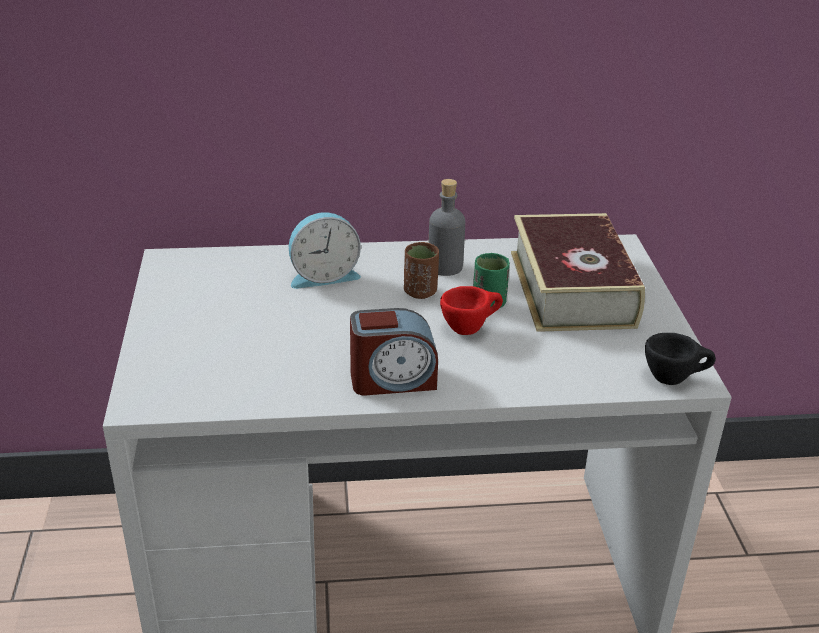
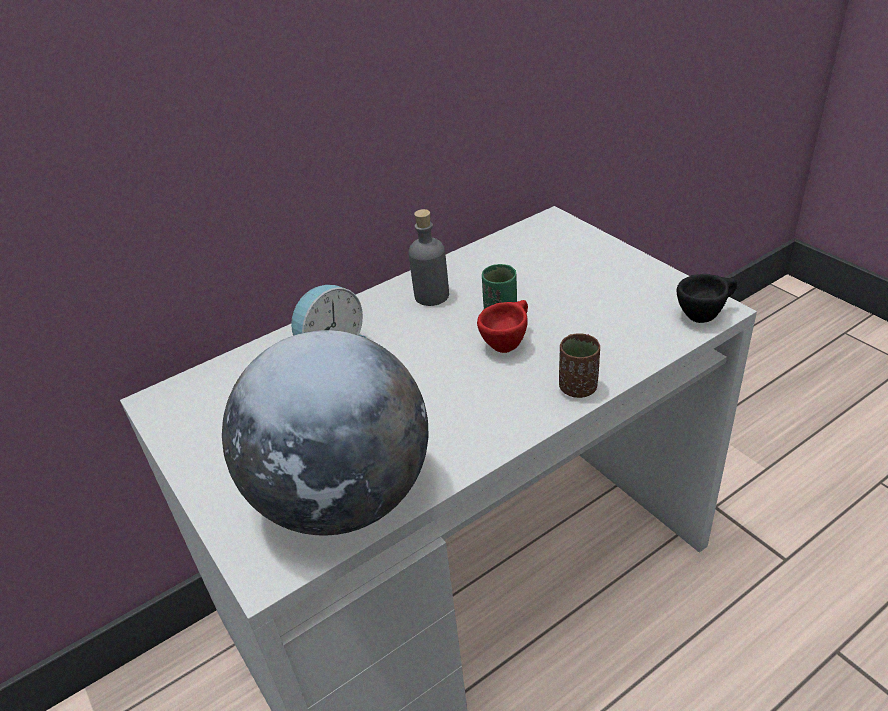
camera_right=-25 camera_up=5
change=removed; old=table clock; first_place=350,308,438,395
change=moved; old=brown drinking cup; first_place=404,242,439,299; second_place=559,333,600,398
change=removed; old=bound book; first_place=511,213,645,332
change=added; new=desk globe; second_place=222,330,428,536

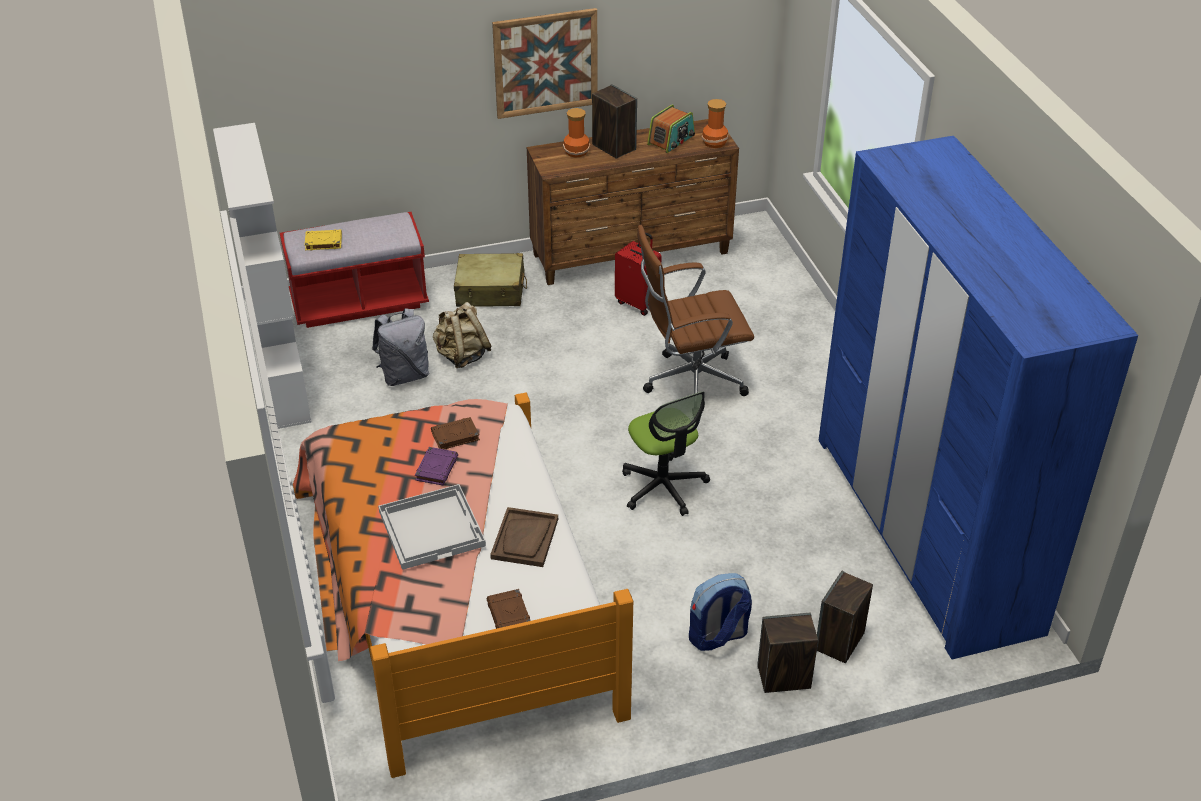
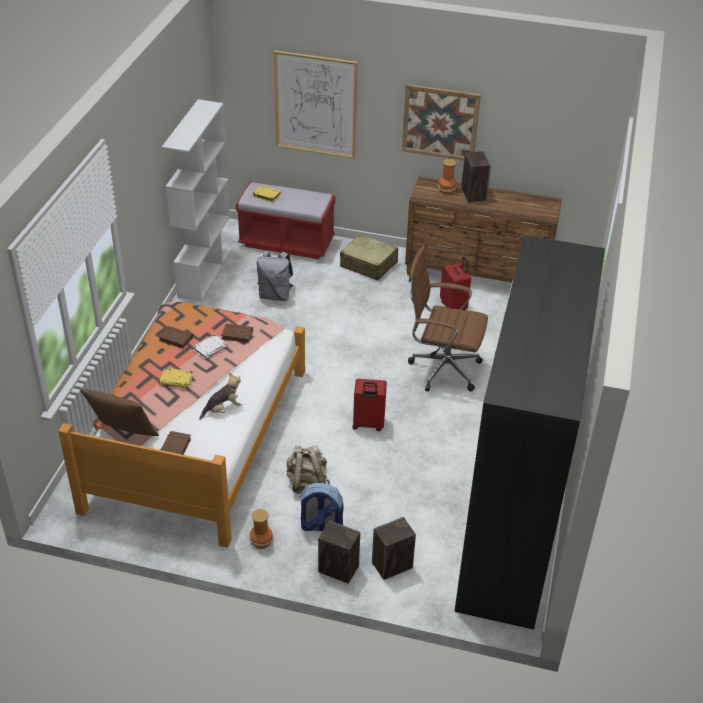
camera_right=30 camera_up=0
change=replaced; old=white carrying tray; new=yellow-coloured bound book; first_place=378,484,486,570; second_place=159,368,194,388
change=recoloured; old=purple bound book; new=white bound book; first_place=415,447,458,485; second_place=193,334,228,359
change=moved; old=beige-coloured knapsack; first_place=433,302,491,368; second_place=286,445,330,494
change=replaced; old=brown carrying tray; new=soft toy; first_place=490,507,558,567; second_place=199,373,241,420
change=replaced; old=office chair; new=red piece of luggage; first_place=622,391,710,516; second_place=352,379,387,431
change=removed; old=radio set; first_place=647,105,695,153
change=moved; old=vase; first_place=702,99,729,148; second_place=249,509,274,549
change=recoloured; old=blue clothes cupboard; new=black-coloured clothes cupboard; first_place=818,136,1138,659; second_place=455,235,605,630
change=added; new=brown throw pillow; second_place=80,389,159,436
change=added; new=brown bound book; second_place=159,326,193,349
change=added; new=wall art; second_place=274,50,358,158

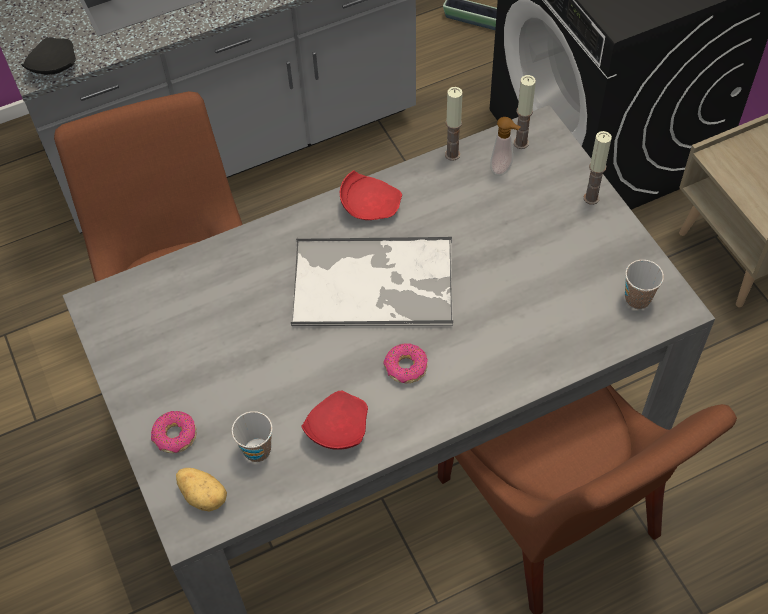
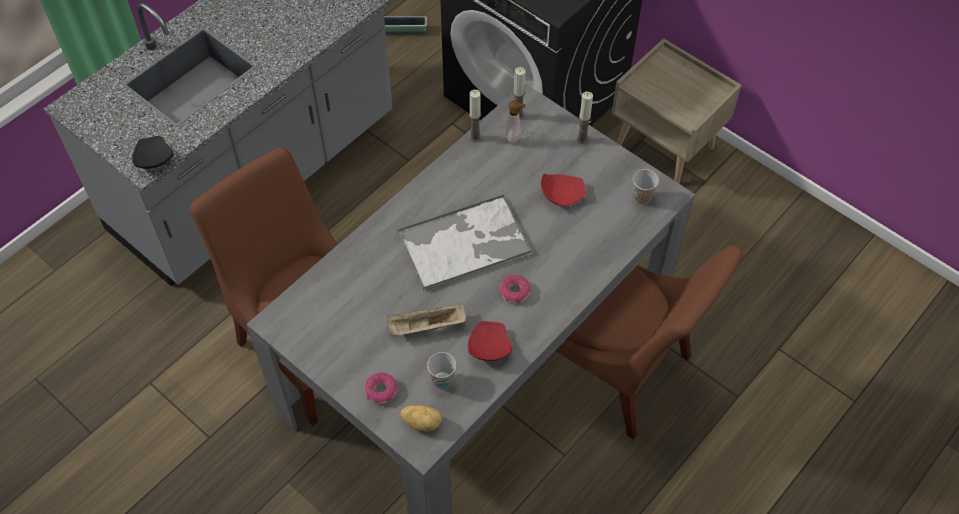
camera_right=-25 camera_up=0
change=moved; old=red flat dish; first_place=340,171,402,220; second_place=541,173,586,206
change=added; new=beige-coloured carrying tray; second_place=386,304,466,336

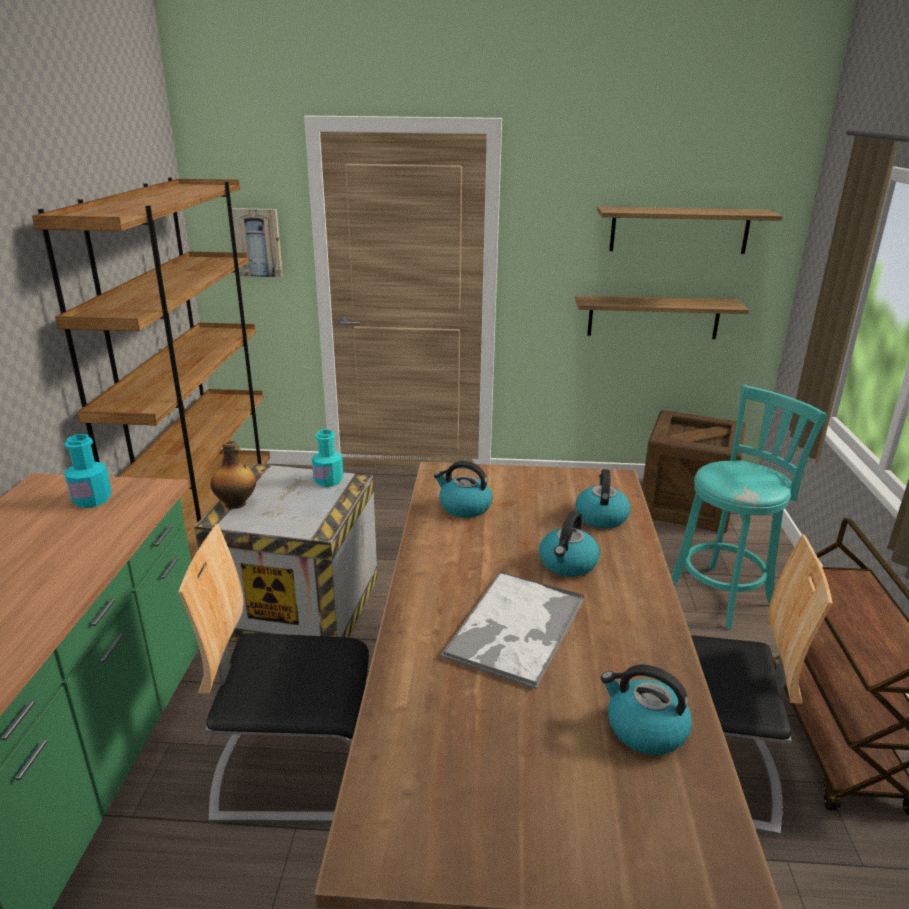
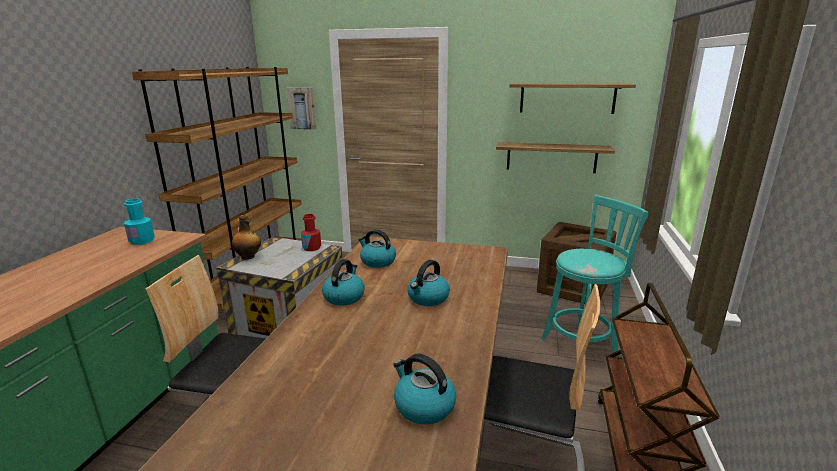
camera_right=10 camera_up=-5
change=recoloured; old=turquoise drink bottle; new=red drink bottle; first_place=312,429,343,487; second_place=301,214,321,251
change=removed; old=carrying tray; first_place=441,571,584,690
change=moved; old=tea kettle; first_place=575,469,631,529; second_place=322,259,365,306

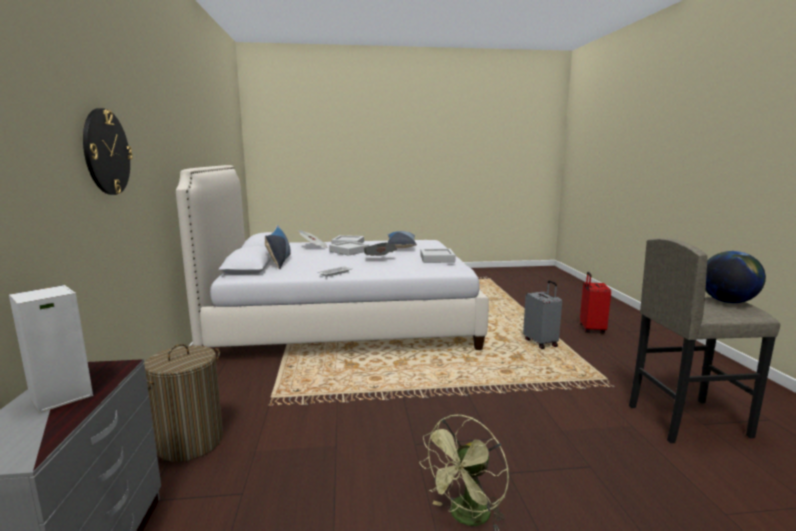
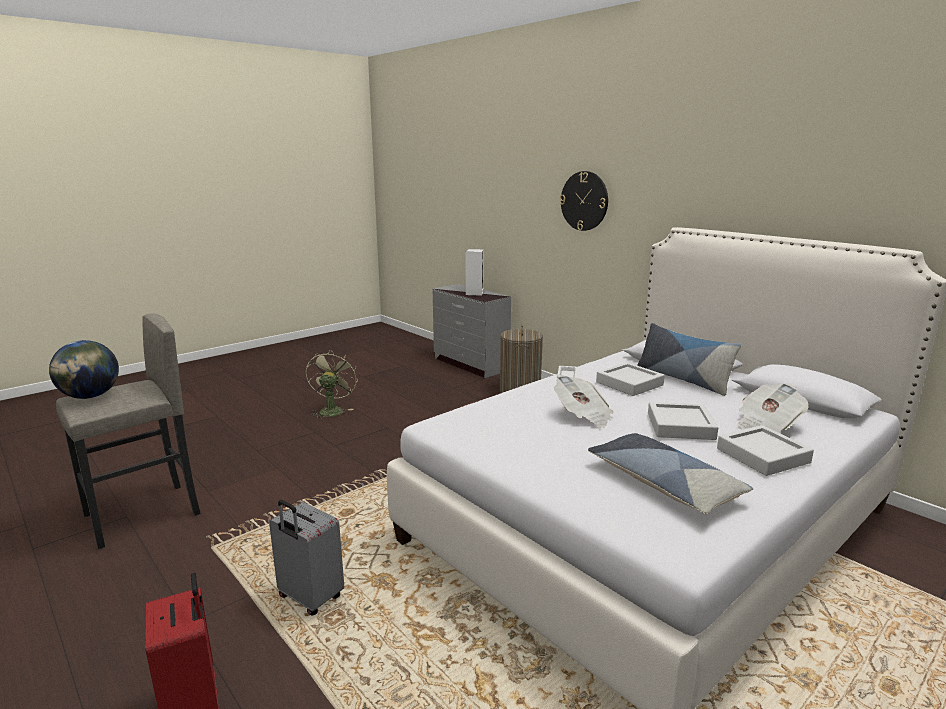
camera_right=145 camera_up=5
change=moved; old=grey carrying tray; first_place=420,248,456,263; second_place=596,362,665,396

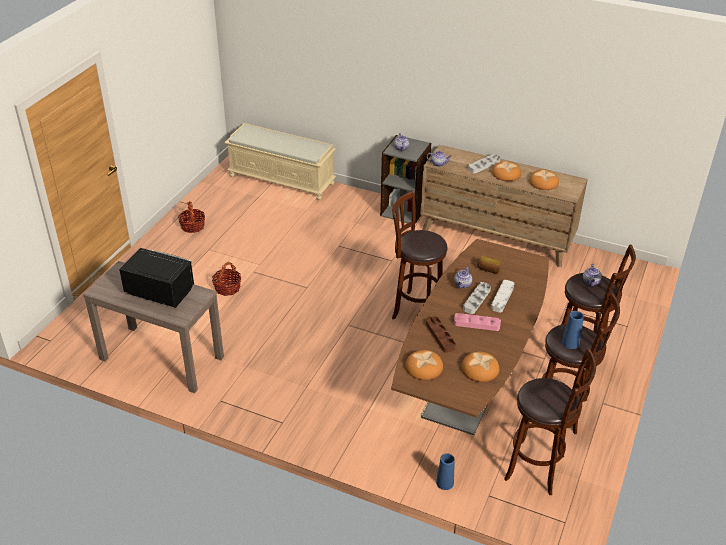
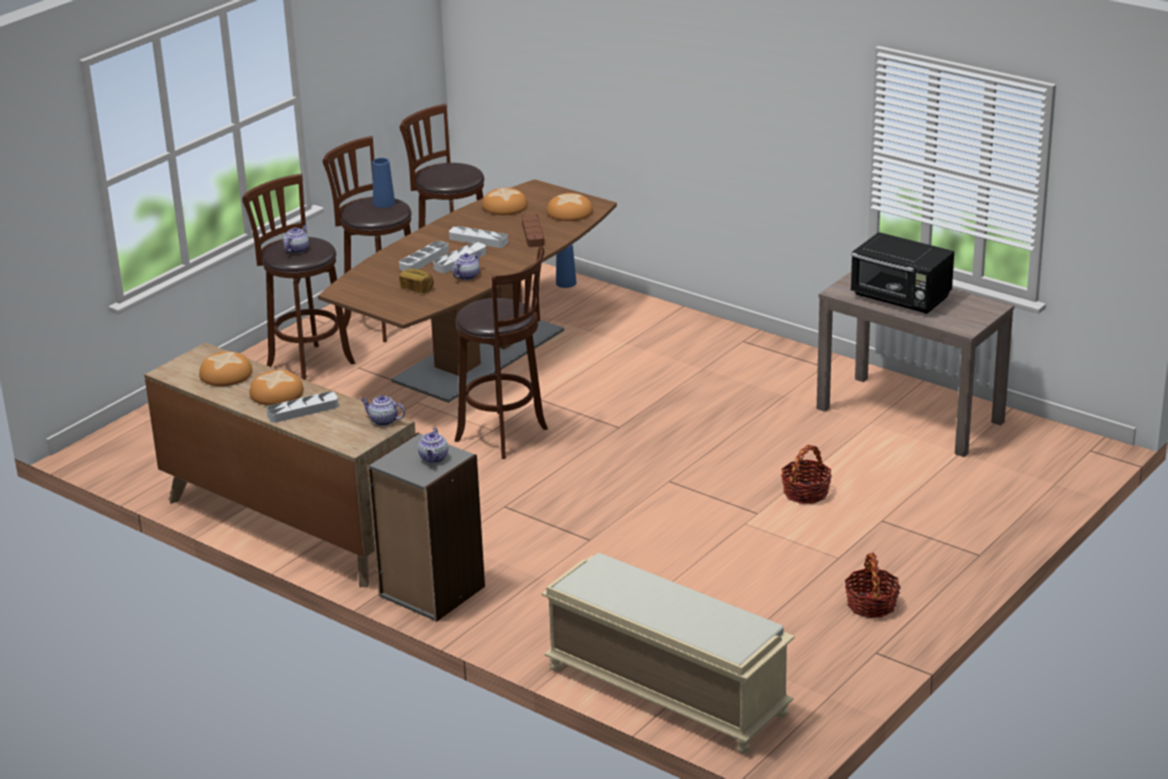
camera_right=-165 camera_up=-10
change=recoloured; old=pink-coloured carrying tray; new=grey carrying tray; first_place=454,313,501,331; second_place=449,226,508,248

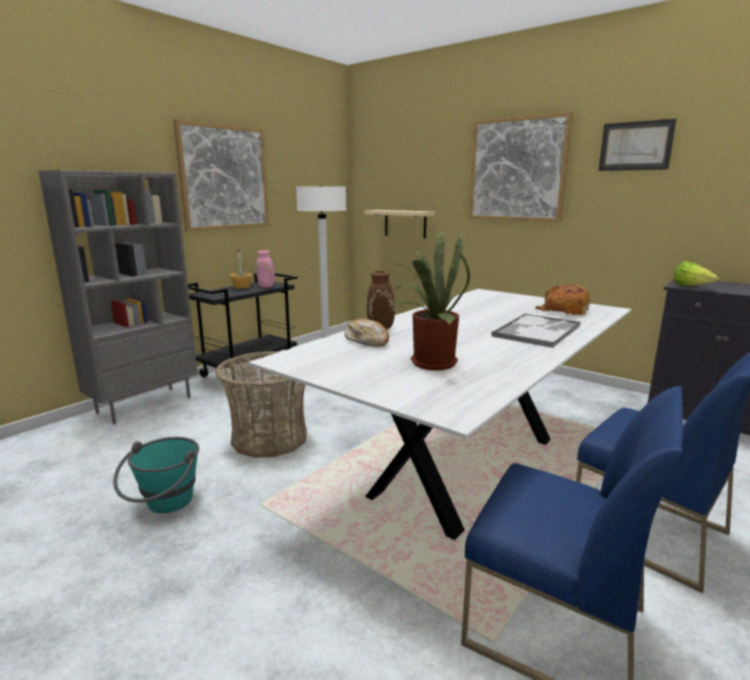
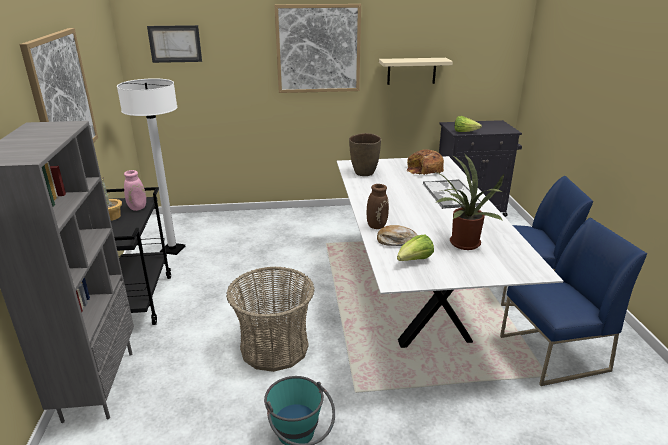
camera_right=-45 camera_up=10
change=moved; old=beige-coloured bracket shelf; first_place=365,210,435,238; second_place=379,58,453,85
change=moved; old=wall art; first_place=598,119,676,171; second_place=147,25,202,63
change=added; new=brown vase; second_place=349,133,381,176
change=added; new=lettuce; second_place=397,235,434,261

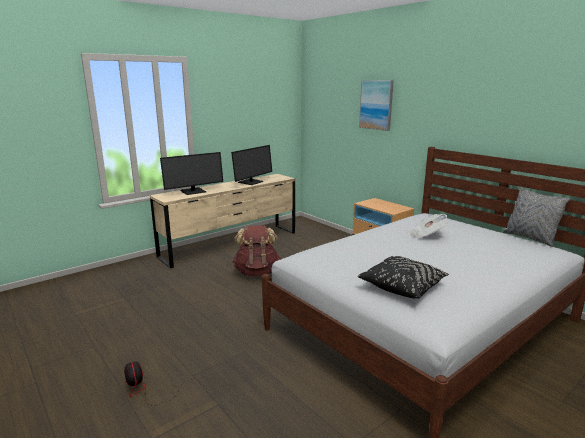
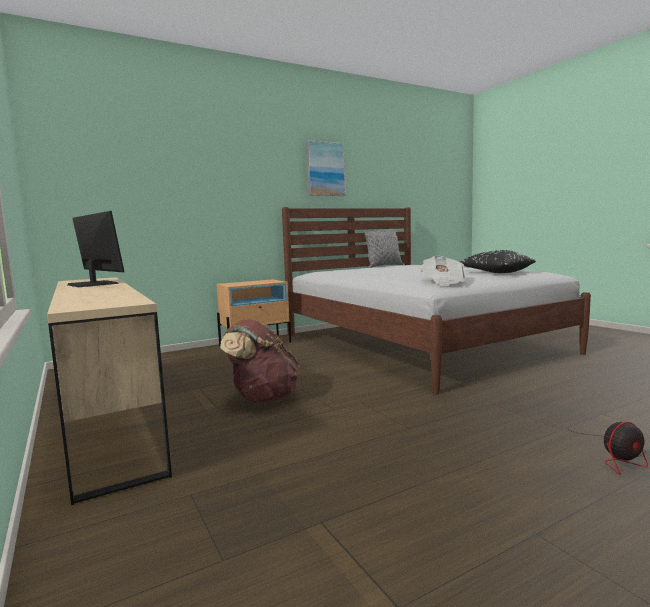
camera_right=-80 camera_up=-10
change=removed; old=monitor; first_place=160,152,223,195
change=moved; old=wall art; first_place=359,80,394,131; second_place=306,140,346,196
change=moved; old=daily paper; first_place=408,214,448,238; second_place=421,256,466,285

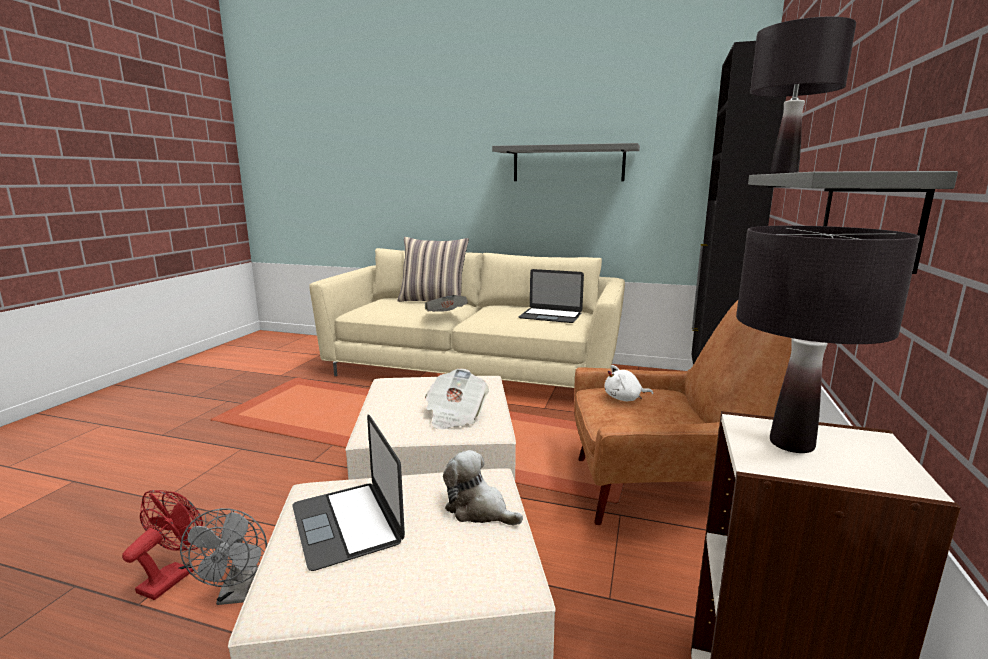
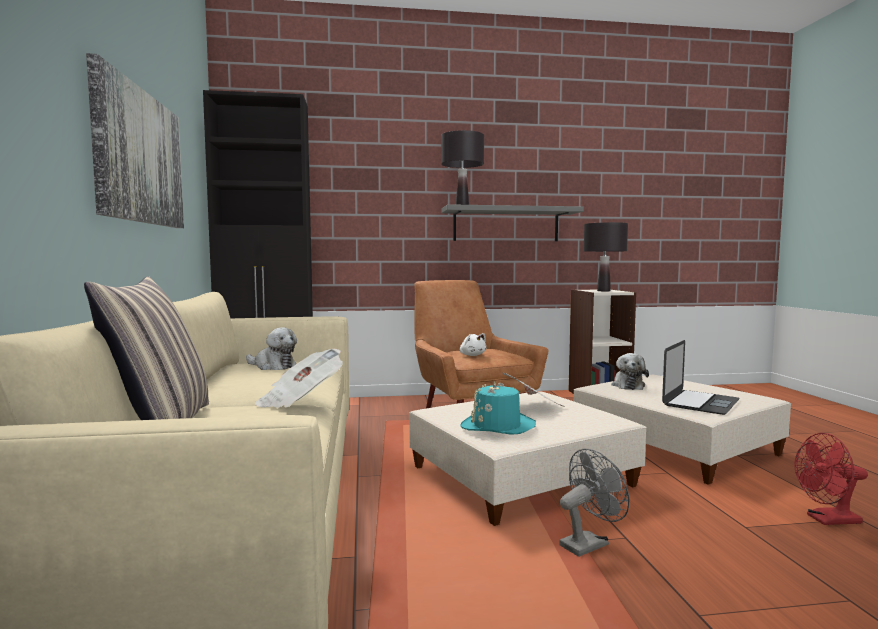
camera_right=-115 camera_up=-10
change=moved; old=grey electric fan; first_place=180,508,267,605; second_place=559,449,629,557
change=replaced; old=grey bracket shelf; new=wall art; first_place=492,143,640,181; second_place=86,53,184,228
change=replaced; old=portable computer; new=soft toy; first_place=519,269,584,323; second_place=246,327,297,370
change=added; new=turquoise hat; second_place=460,382,536,435

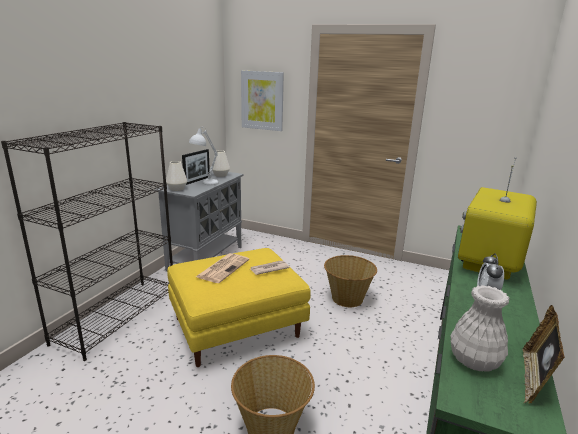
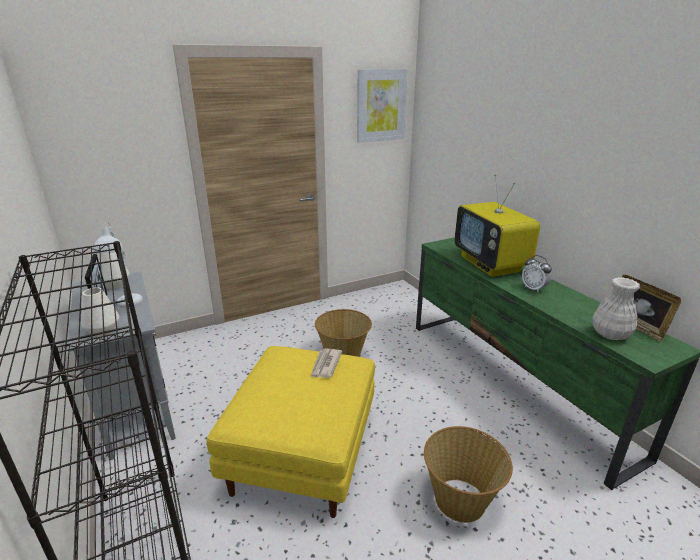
camera_right=-50 camera_up=5
change=removed; old=daily paper; first_place=196,253,249,283
change=moved; old=wall art; first_place=241,71,284,131; second_place=357,69,408,143

